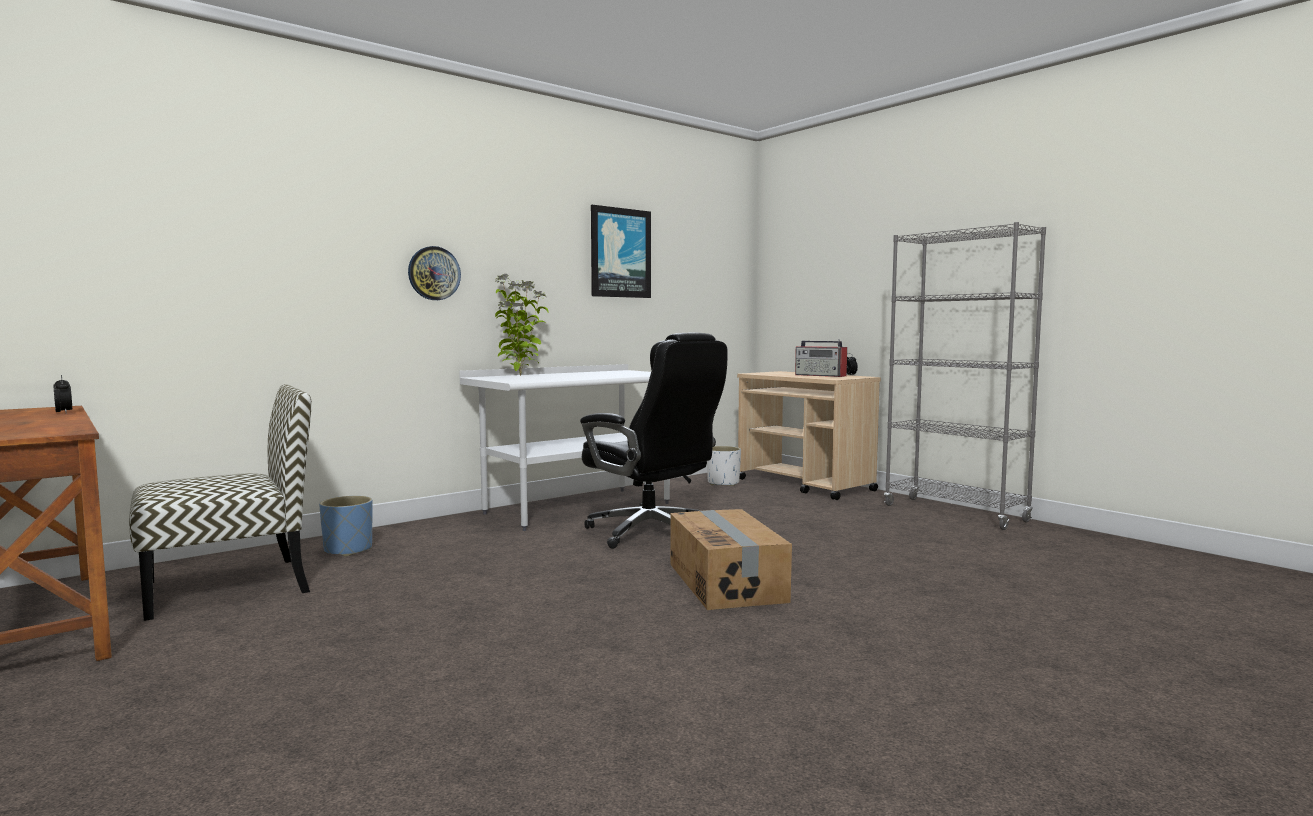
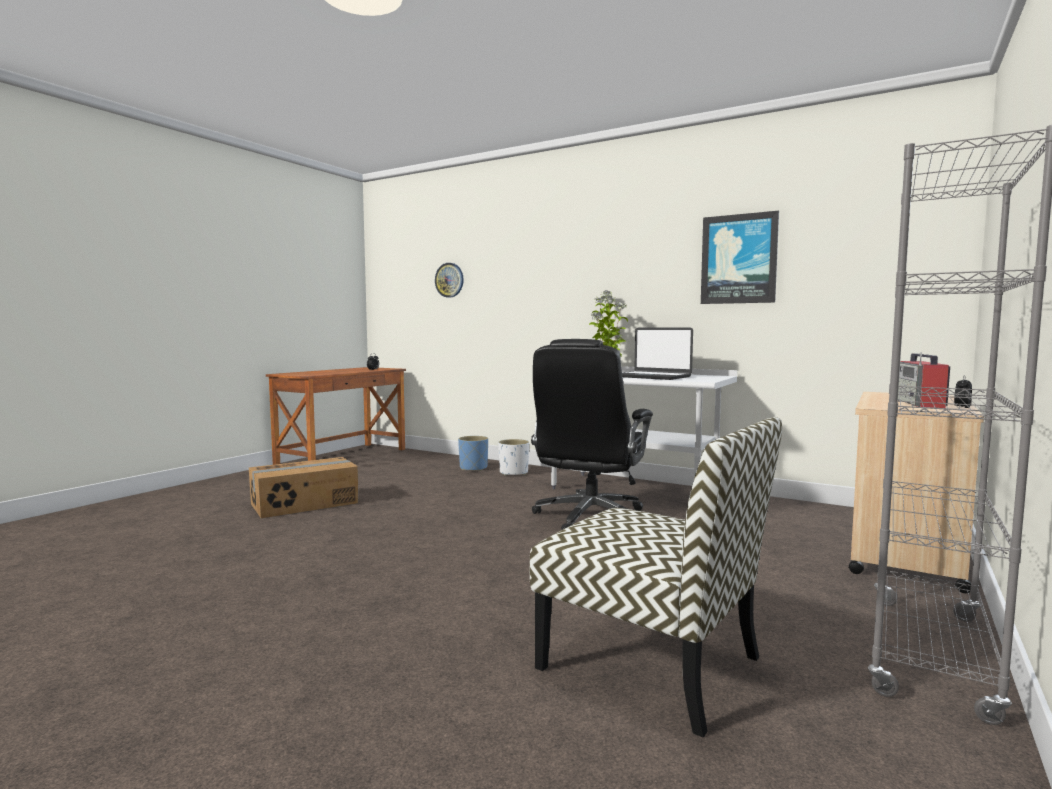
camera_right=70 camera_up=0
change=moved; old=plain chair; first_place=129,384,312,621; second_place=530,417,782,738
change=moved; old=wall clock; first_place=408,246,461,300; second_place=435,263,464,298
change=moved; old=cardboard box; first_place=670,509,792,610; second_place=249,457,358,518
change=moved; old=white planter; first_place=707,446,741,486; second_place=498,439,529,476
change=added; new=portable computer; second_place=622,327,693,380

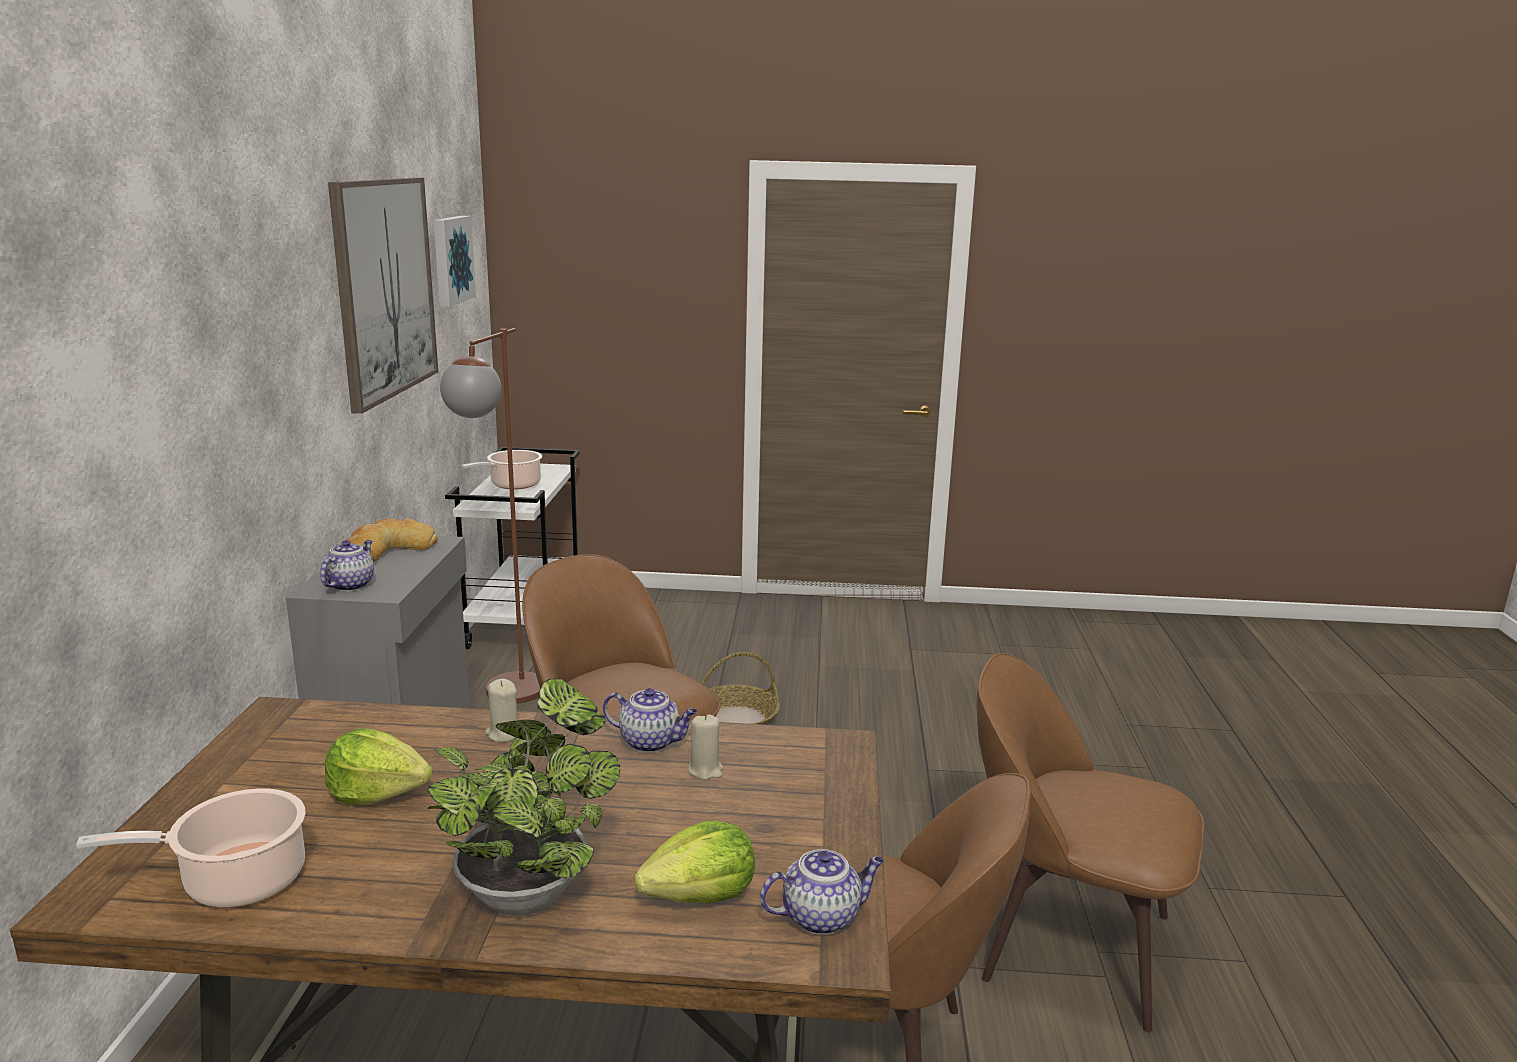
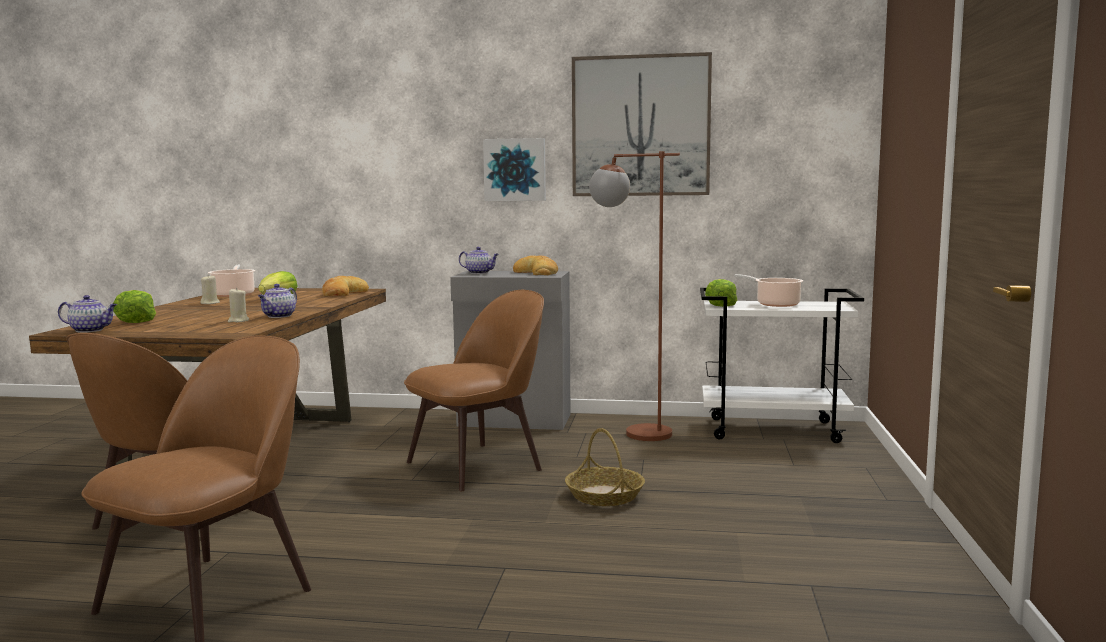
camera_right=95 camera_up=-10
change=removed; old=potted plant; first_place=427,678,620,916
change=moved; old=wall art; first_place=433,216,476,307; second_place=483,138,546,201
change=moved; old=beige-coloured wax light; first_place=485,679,517,742; second_place=201,274,220,304
change=turned; old=teapot; first_place=760,849,884,935; second_place=58,295,117,333; degrees=-75
change=added; new=bakery bread; second_place=322,276,369,296
change=added; new=lettuce; second_place=705,279,737,307

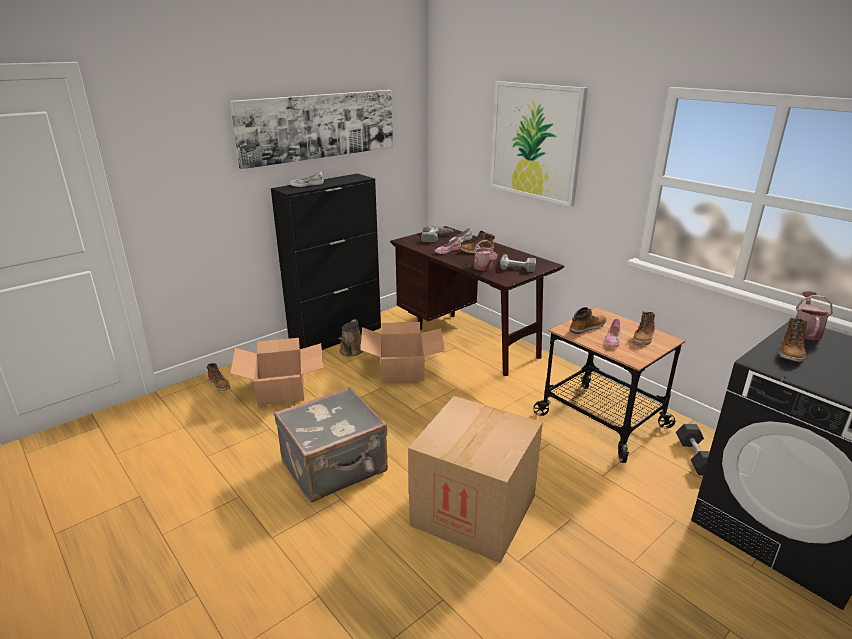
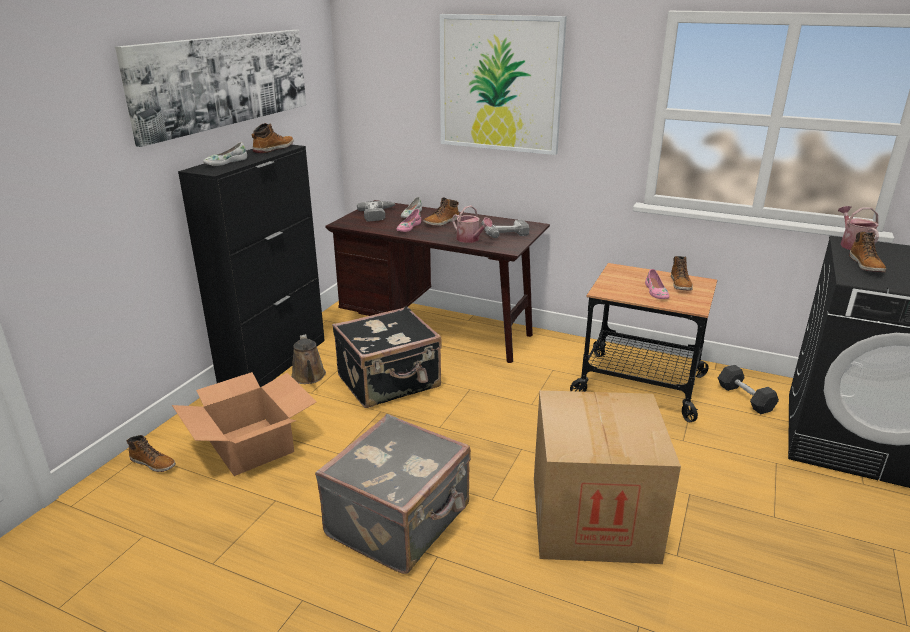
camera_right=-25 camera_up=0
change=replaced; old=cardboard box; new=black-coloured piece of luggage; first_place=361,322,445,382; second_place=332,306,442,408
change=moved; old=boot; first_place=570,307,607,334; second_place=252,123,294,153

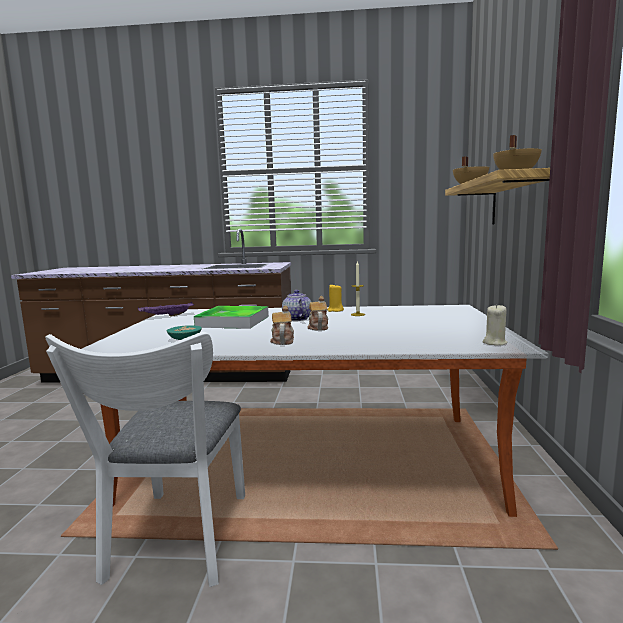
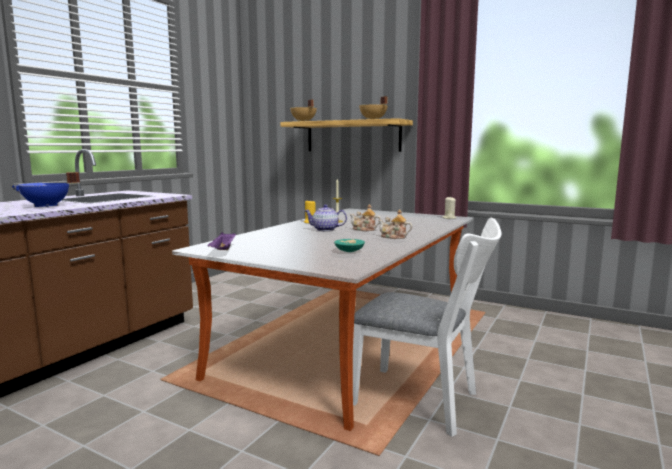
camera_right=-65 camera_up=0
change=removed; old=carrying tray; first_place=194,306,269,329
change=added; new=blue cooking pot; second_place=10,172,80,207

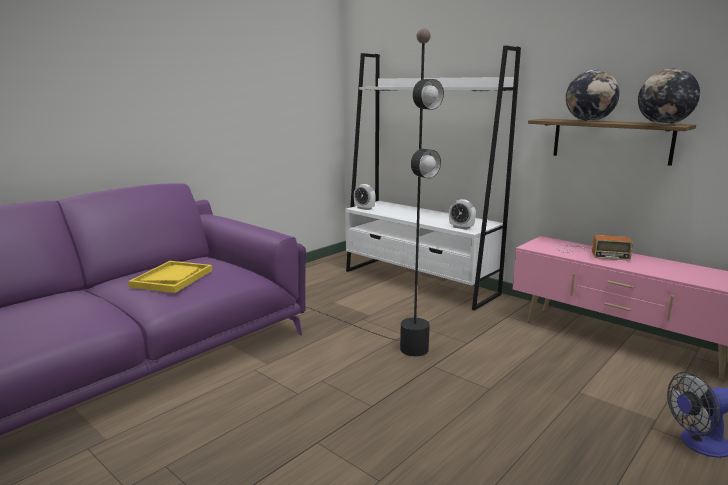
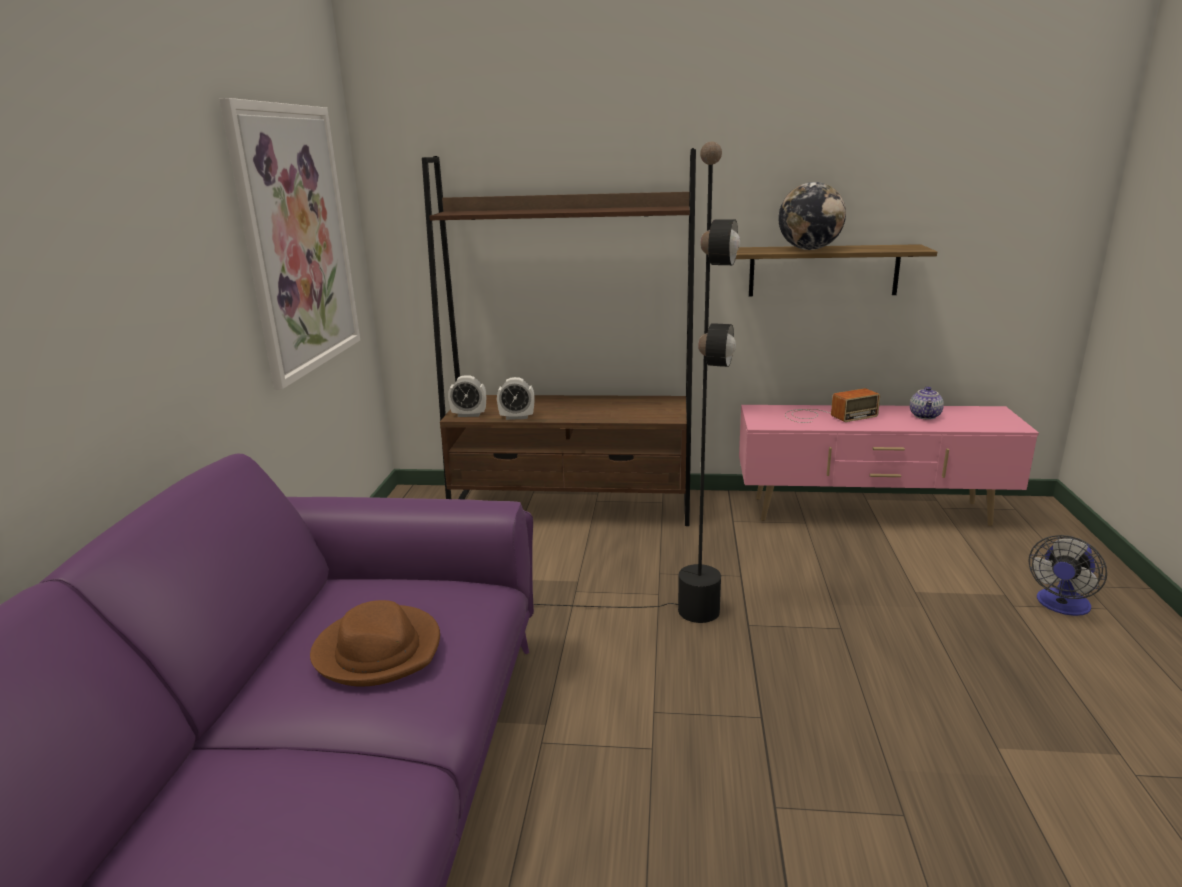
camera_right=-35 camera_up=5
change=replaced; old=yellow-coloured carrying tray; new=brown hat; first_place=128,261,212,293; second_place=310,600,440,686
change=recoloured; old=white bookshelf; new=brown bookshelf; first_place=346,46,521,311; second_place=422,148,696,526
change=moved; old=table clock; first_place=449,199,476,230; second_place=497,377,535,420
change=removed; old=desk globe; first_place=638,68,700,124
change=added; new=wall art; second_place=219,98,360,389
change=added; new=teapot; second_place=910,387,944,420

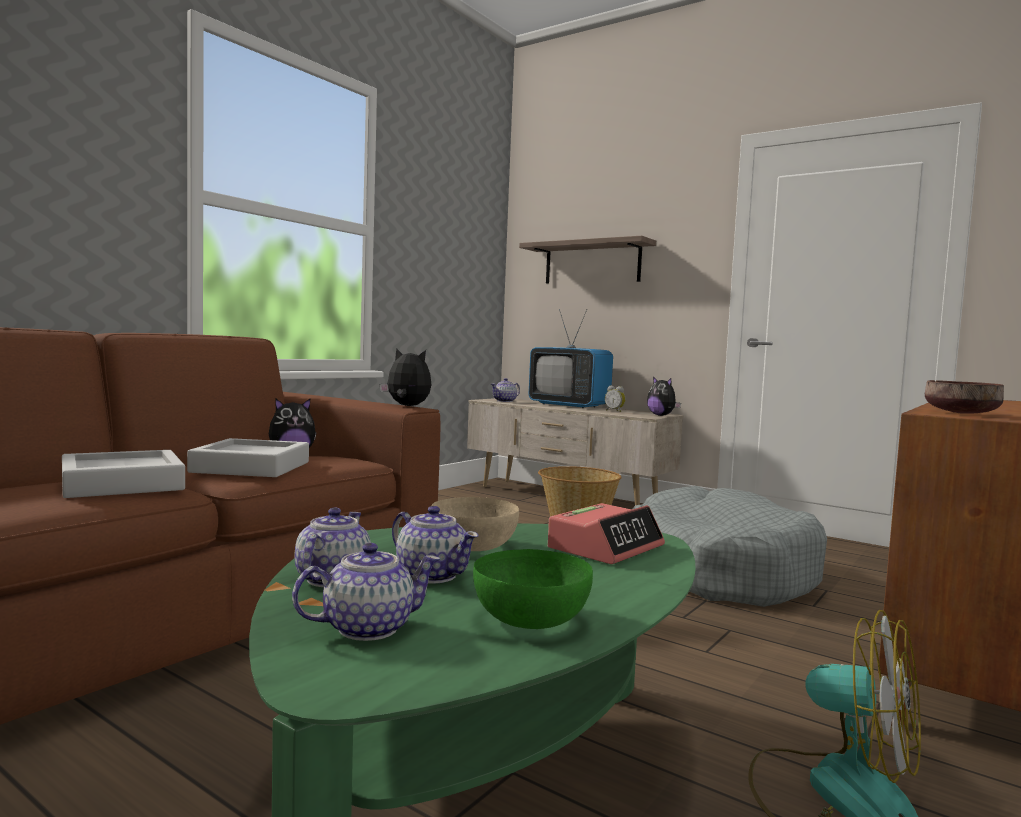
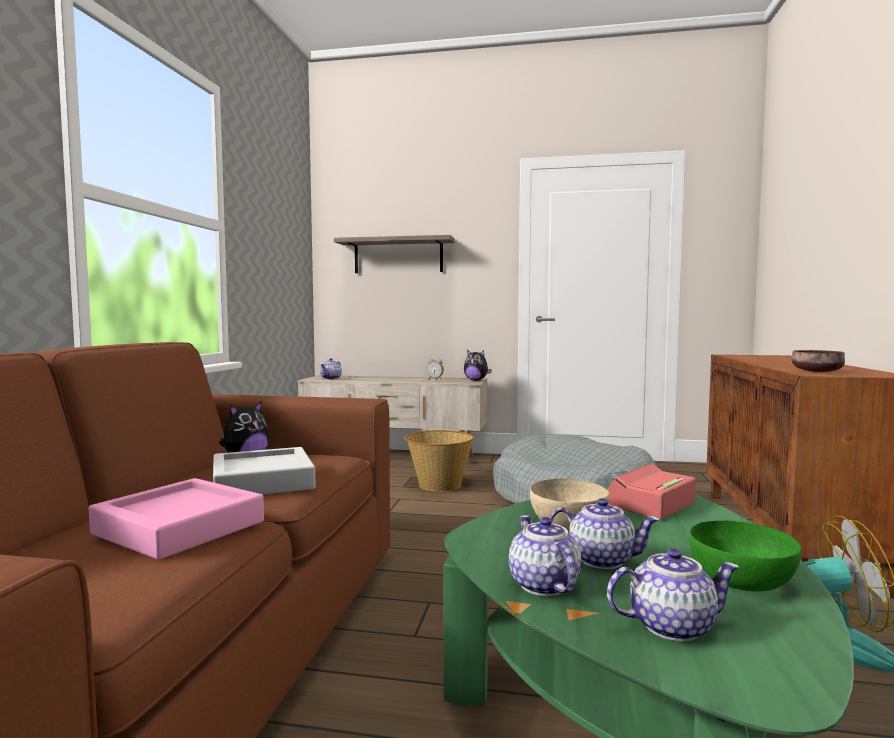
camera_right=-25 camera_up=0
change=recoloured; old=grey carrying tray; new=pink-coloured carrying tray; first_place=62,450,185,498; second_place=89,478,264,560
change=turned; old=teapot; first_place=292,543,441,641; second_place=607,548,739,641; degrees=45
change=removed; old=soft toy; first_place=380,348,431,406
change=removed; old=TV set; first_place=529,309,613,408
change=turned; old=table clock; first_place=548,503,665,564; second_place=607,463,696,520; degrees=-150

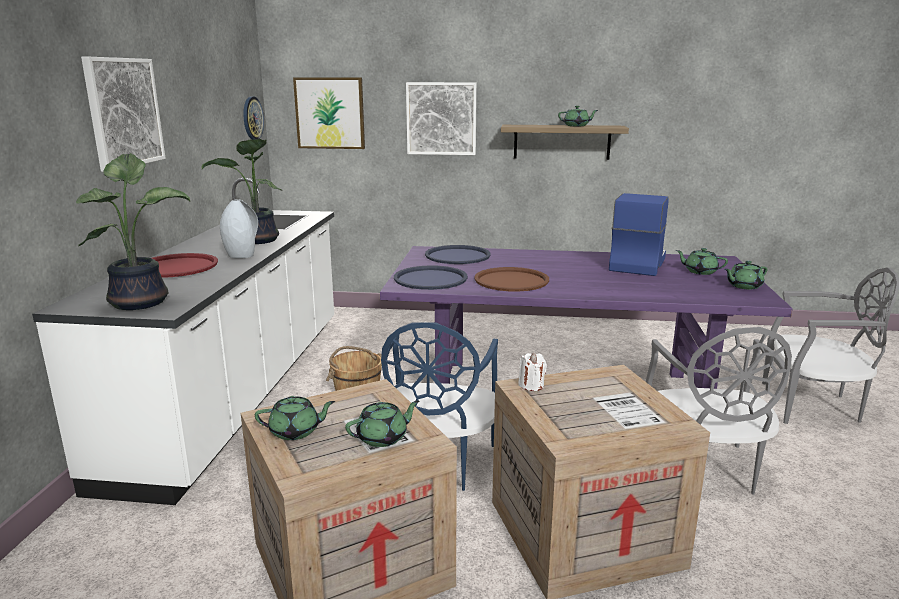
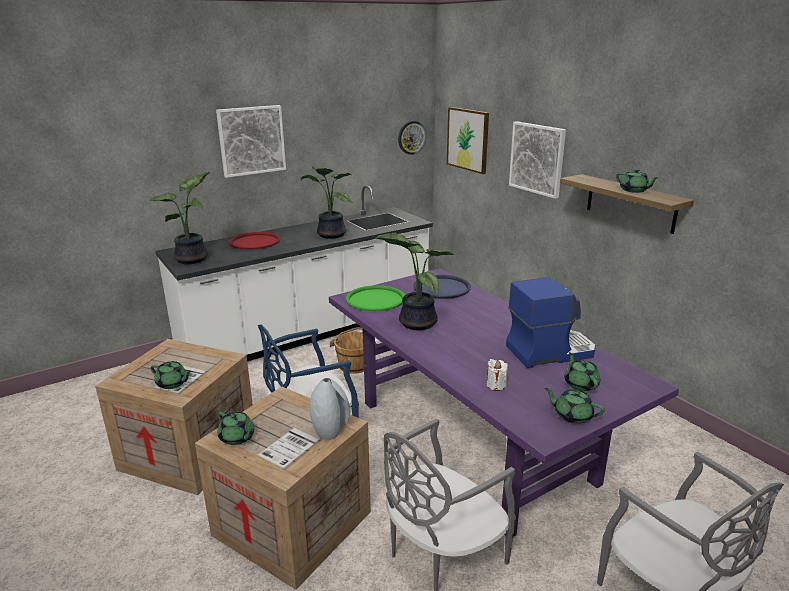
camera_right=50 camera_up=5
change=moved; old=grey vase; first_place=220,199,258,259; second_place=309,378,350,440
change=moved; old=greenish teapot; first_place=255,396,335,440; second_place=217,412,254,445
change=recoloured; old=blue carrying tray; new=greenish carrying tray; first_place=394,266,468,290; second_place=346,285,405,312
change=replaced; old=brown carrying tray; new=potted plant; first_place=474,267,549,292; second_place=376,233,455,330
change=moved; old=white wax light; first_place=518,353,547,391; second_place=486,359,508,391

